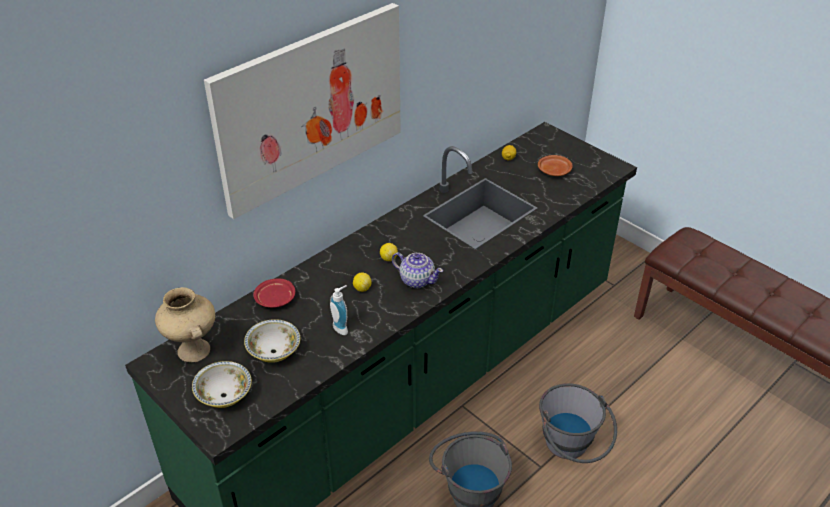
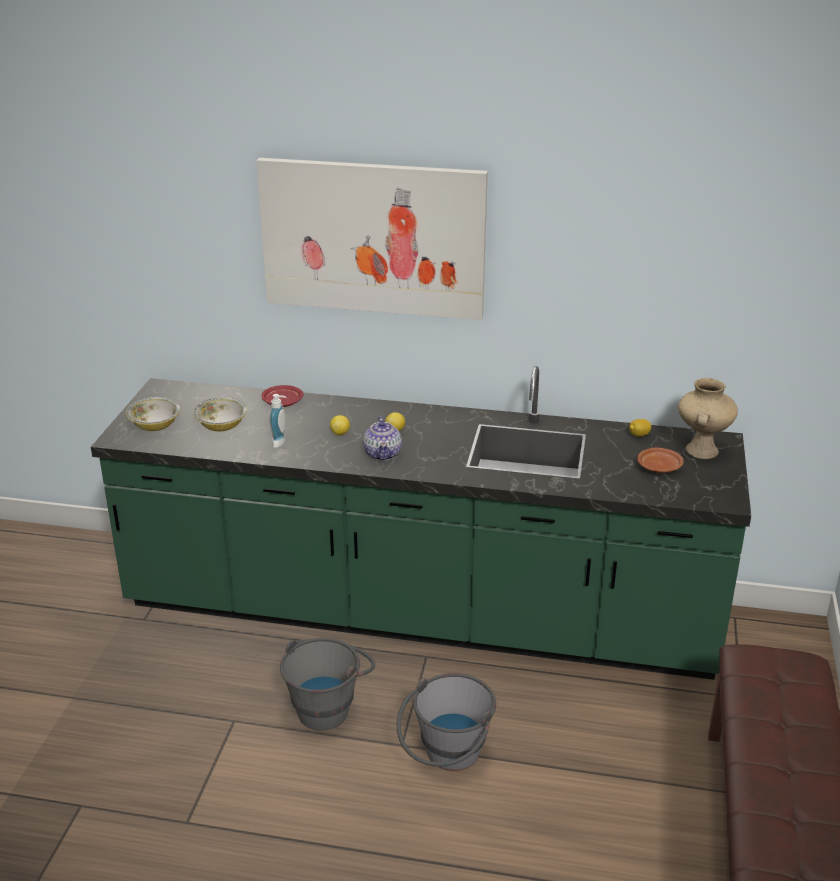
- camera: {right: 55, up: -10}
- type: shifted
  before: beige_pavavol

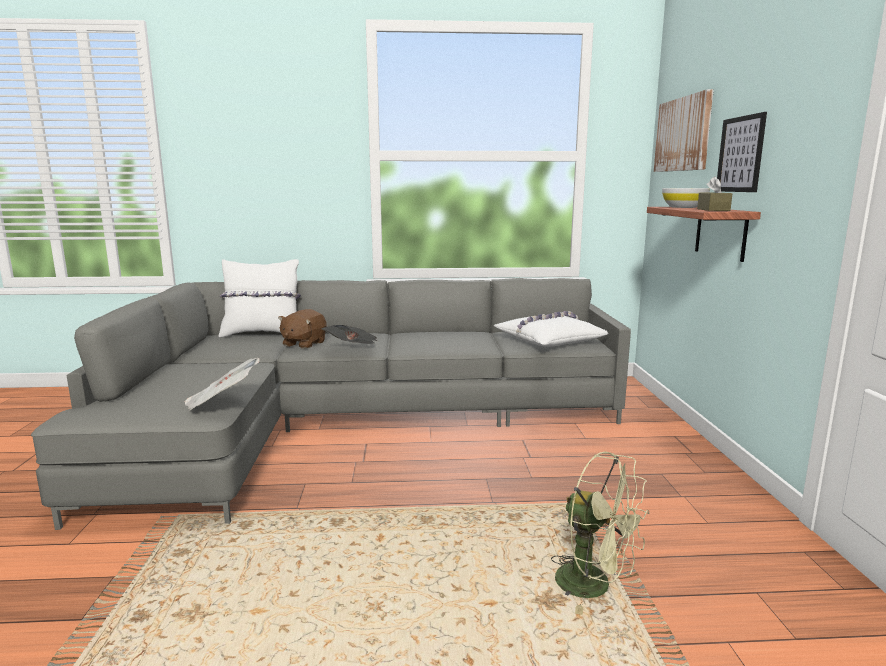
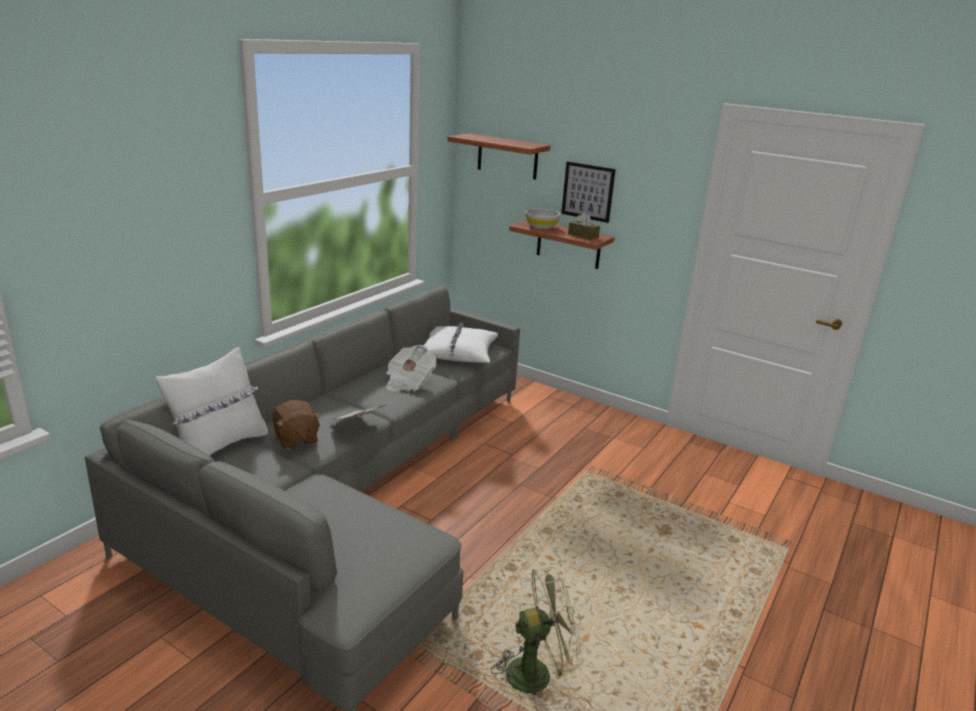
- camera: {right: -55, up: 10}
- type: shifted
  before: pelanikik (no. 1 from left in the first image)
  after: pelanikik (no. 2 from left)
- type: shifted
  before: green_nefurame
- type: swapped
  before: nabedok (no. 1 from left)
  after: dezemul (no. 1 from left)

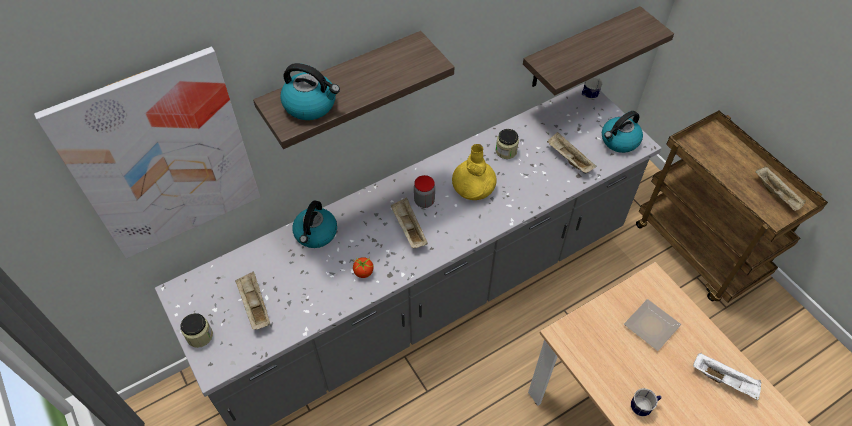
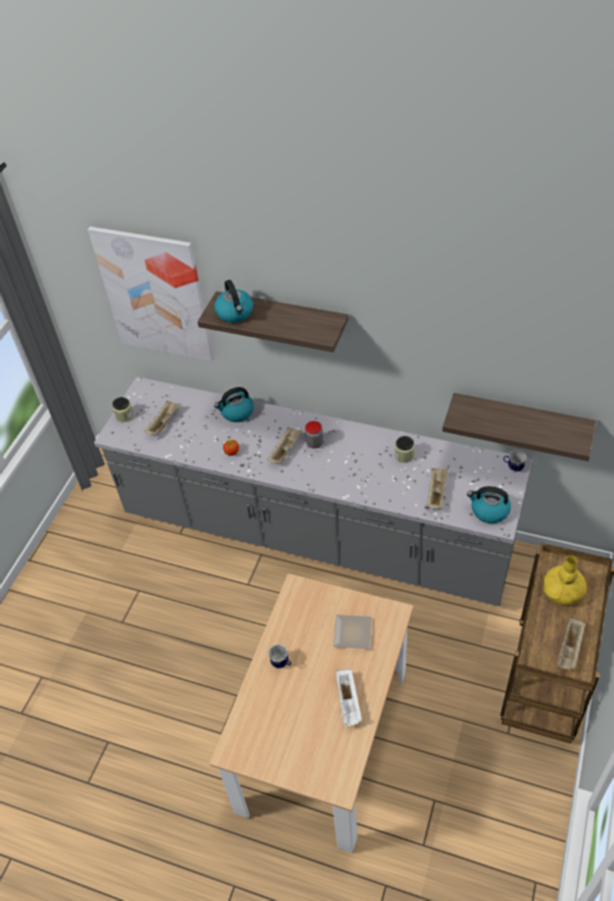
- camera: {right: 55, up: -5}
- type: shifted
  before: yellow_pavavol

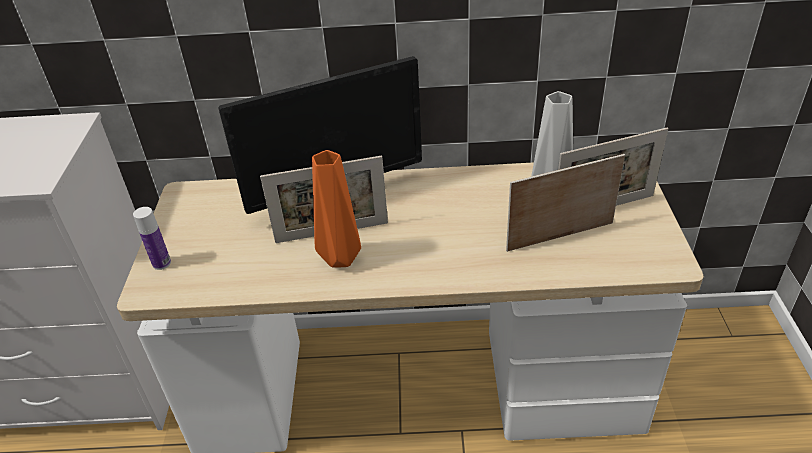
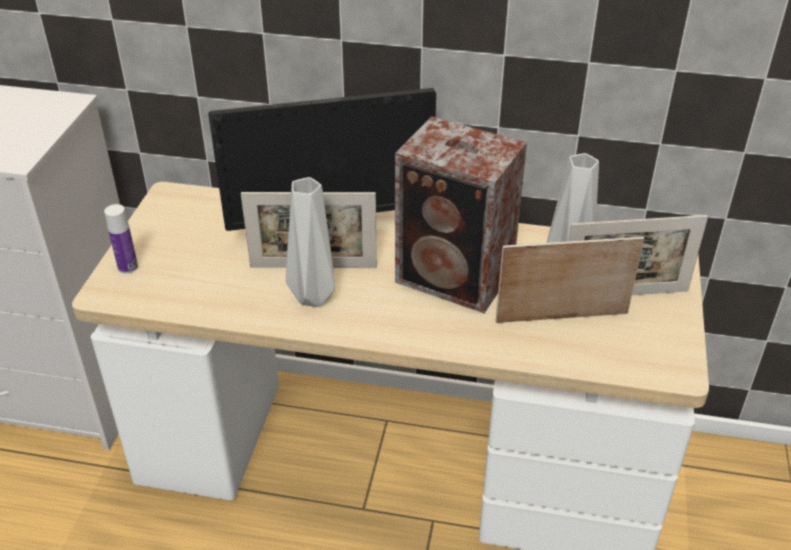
- camera: {right: 10, up: 0}
- type: repainted
  before: orange_pavavol
  after: grey_pavavol (no. 1 from left)
- type: new
  after: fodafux

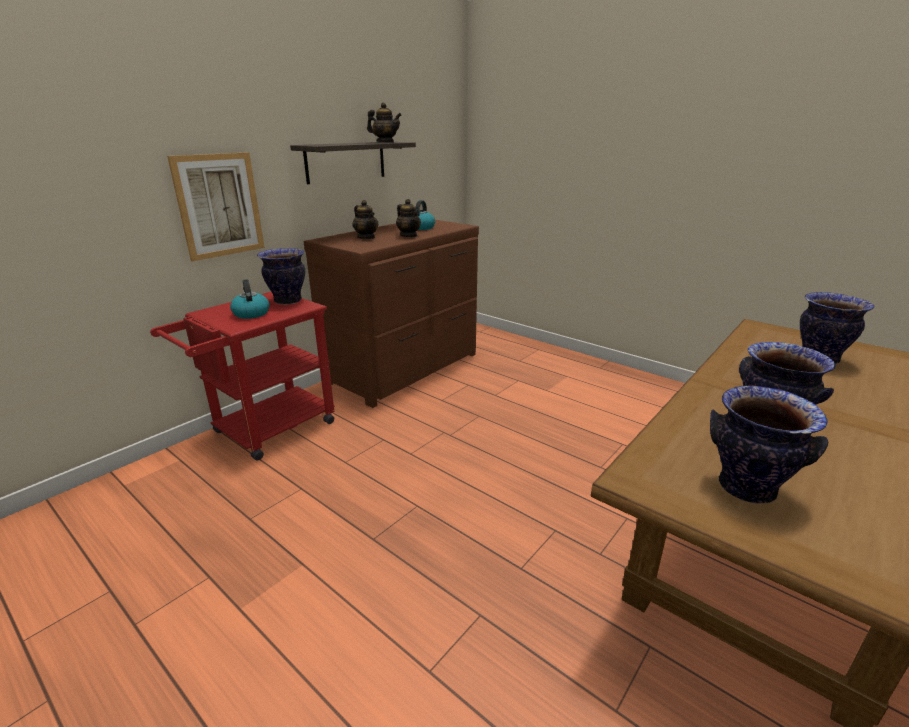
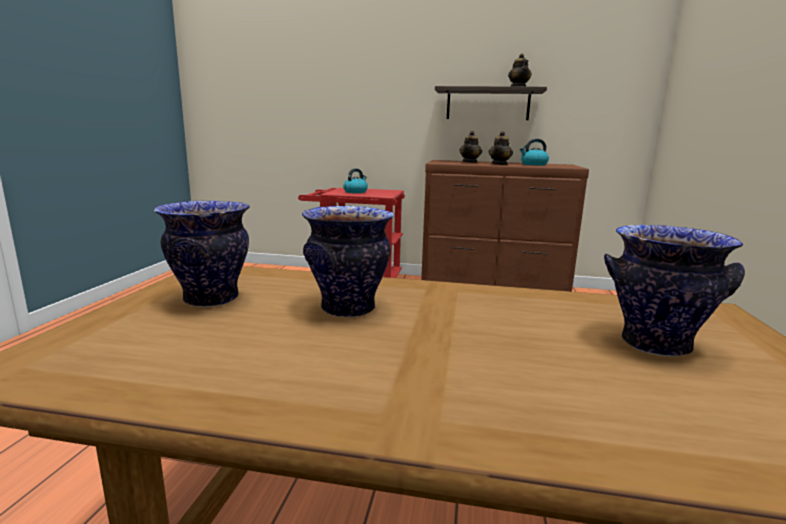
- camera: {right: 60, up: -10}
- type: gone
  before: nabedok
- type: gone
  before: pavavol (no. 1 from left)

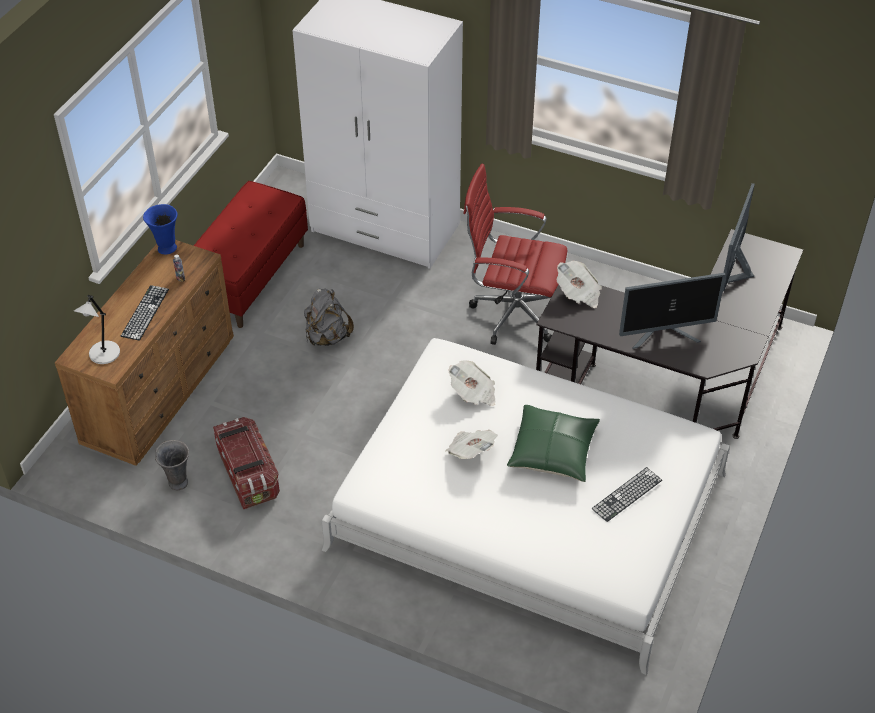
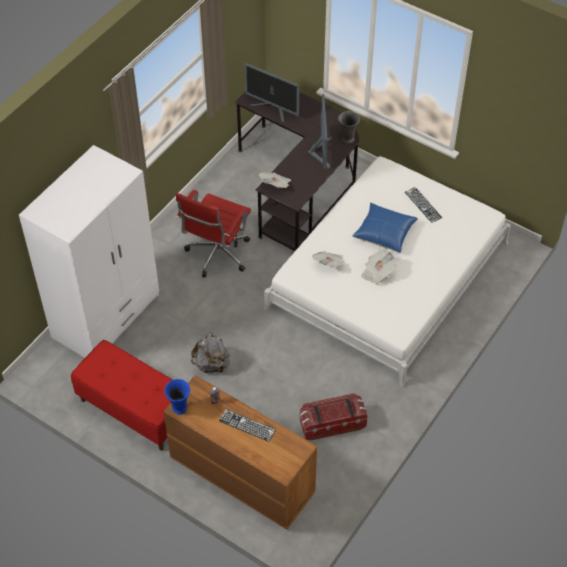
- camera: {right: -80, up: 5}
- type: gone
  before: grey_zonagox
- type: shifted
  before: grey_pavavol
- type: repainted
  before: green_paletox
  after: blue_paletox

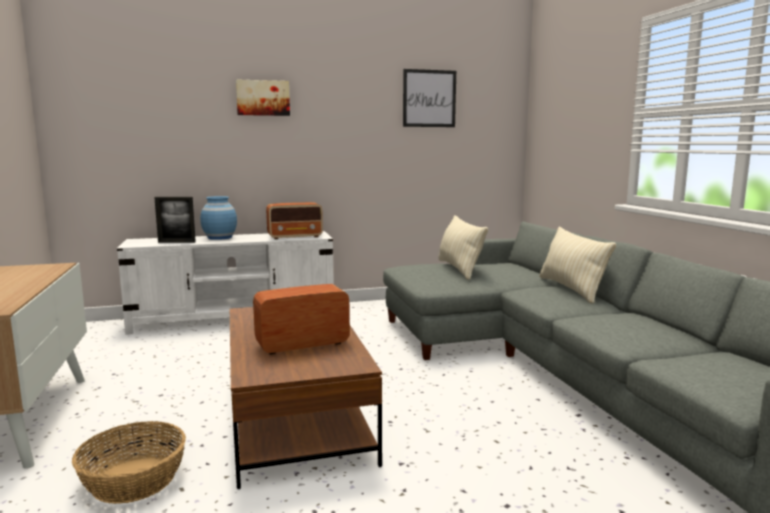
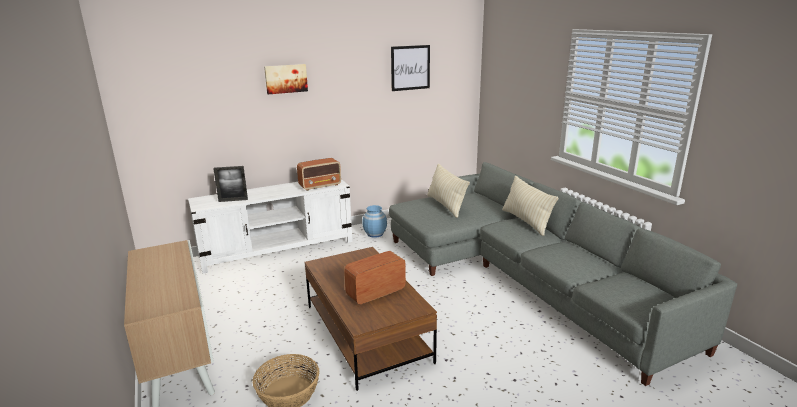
- camera: {right: -10, up: 10}
- type: shifted
  before: blue_pavavol

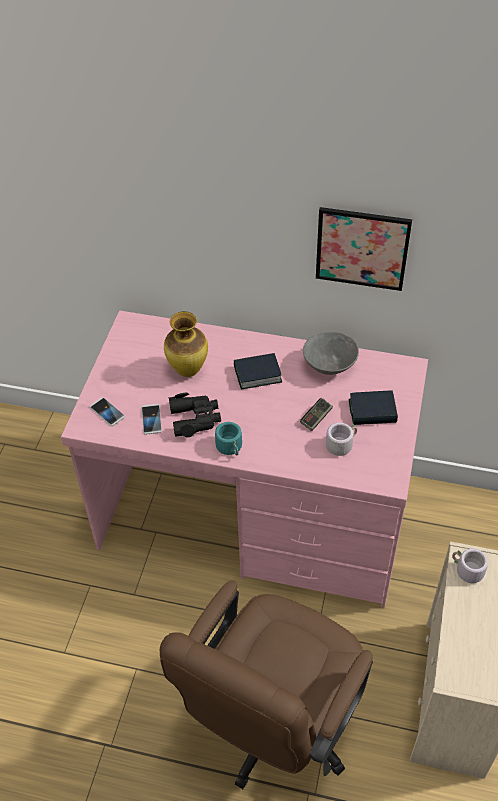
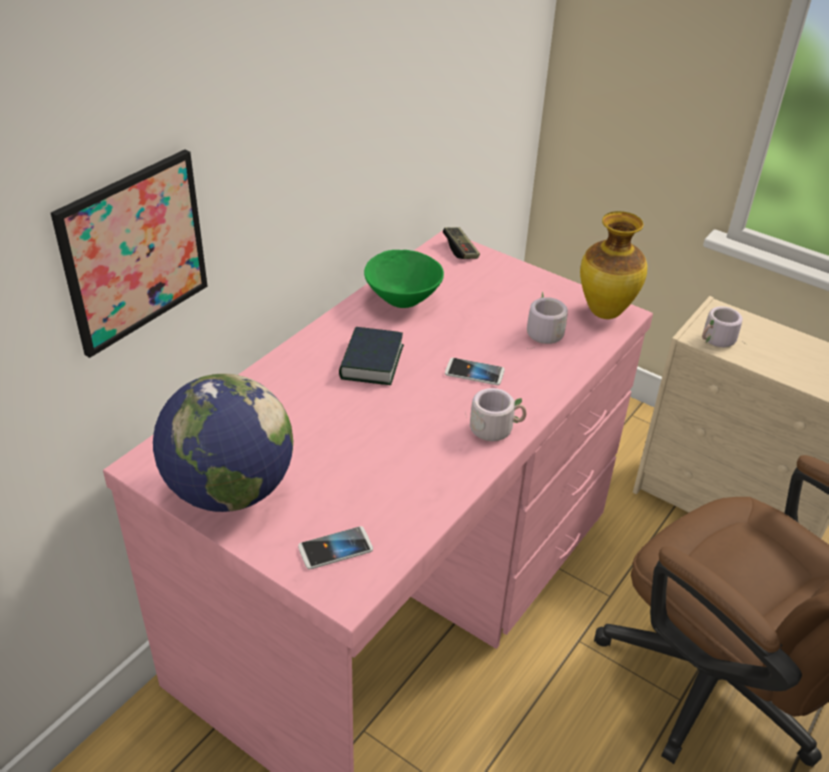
- camera: {right: -70, up: -10}
- type: shifted
  before: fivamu (no. 2 from left)
- type: shifted
  before: pavavol
- type: gone
  before: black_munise
- type: repainted
  before: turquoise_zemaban
  after: grey_zemaban (no. 1 from left)
- type: shifted
  before: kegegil
- type: repainted
  before: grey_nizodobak
  after: green_nizodobak
- type: shifted
  before: nabedok
- type: gone
  before: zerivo (no. 2 from left)
- type: new
  after: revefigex

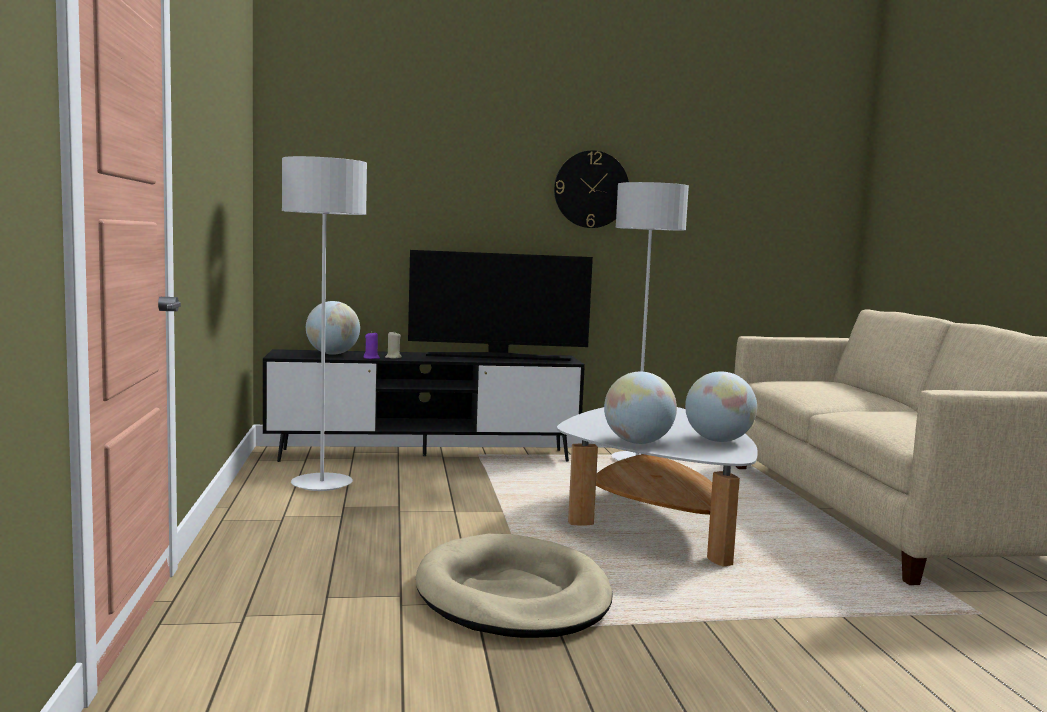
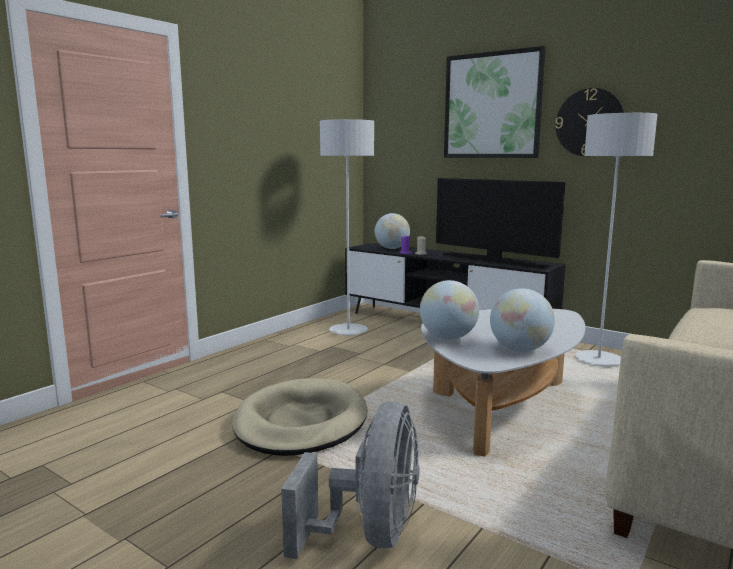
- camera: {right: 45, up: 5}
- type: new
  after: grey_nefurame
- type: new
  after: nabedok

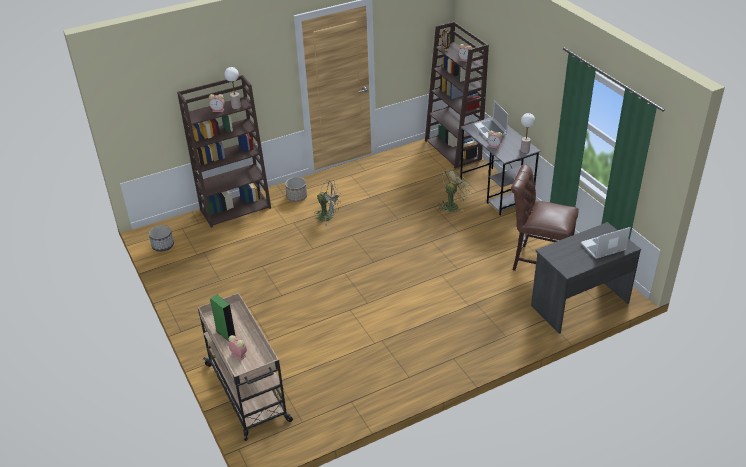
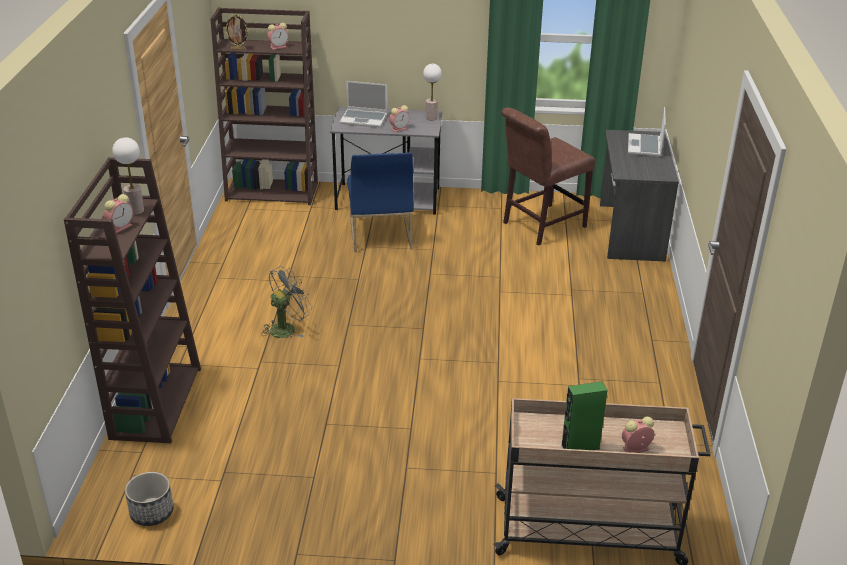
- camera: {right: -60, up: -5}
- type: gone
  before: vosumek (no. 2 from left)
- type: swapped
  before: green_nefurame
  after: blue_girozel

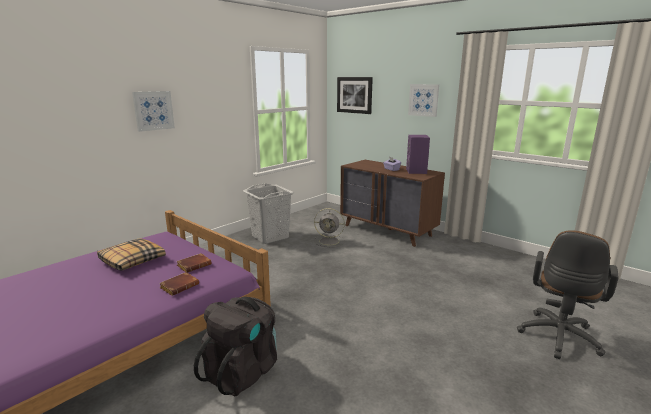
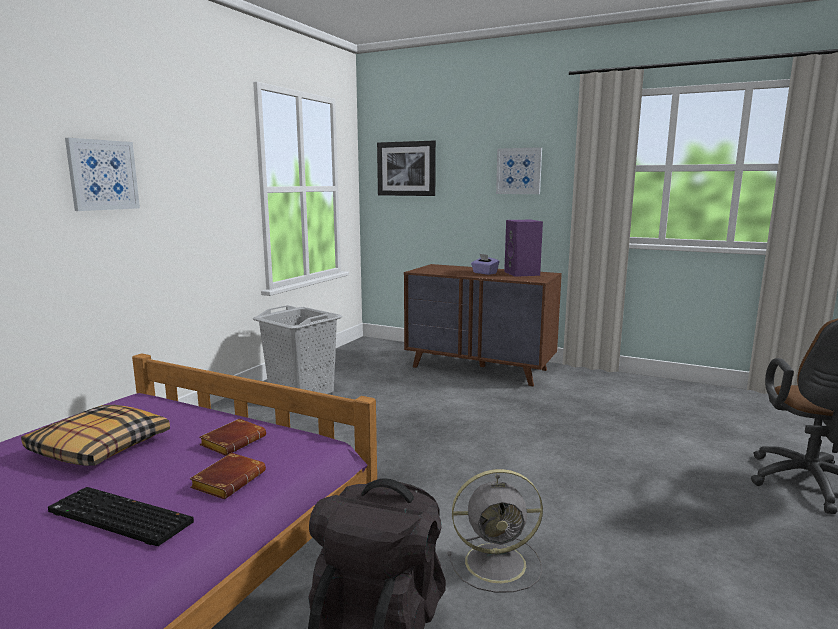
- camera: {right: -15, up: -5}
- type: shifted
  before: grey_nefurame
- type: new
  after: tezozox

